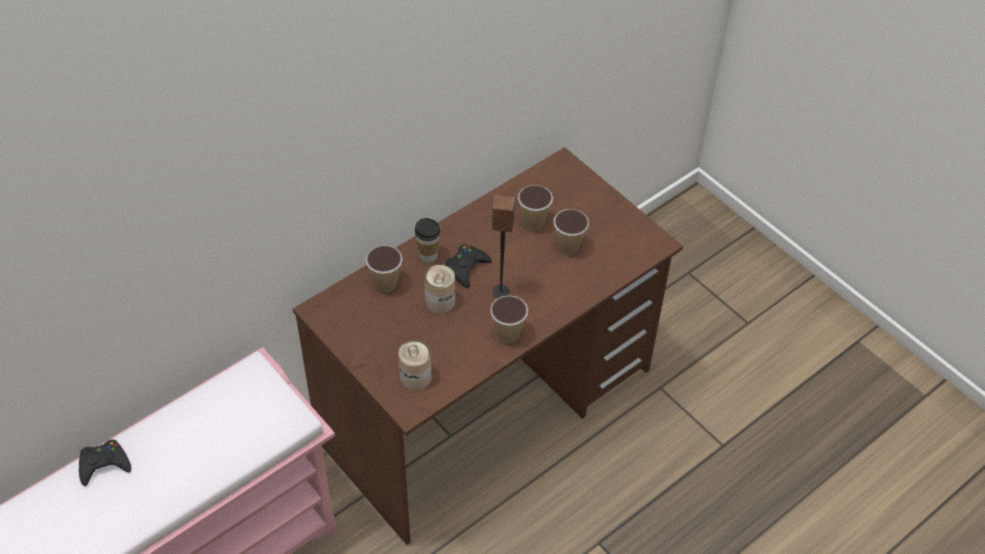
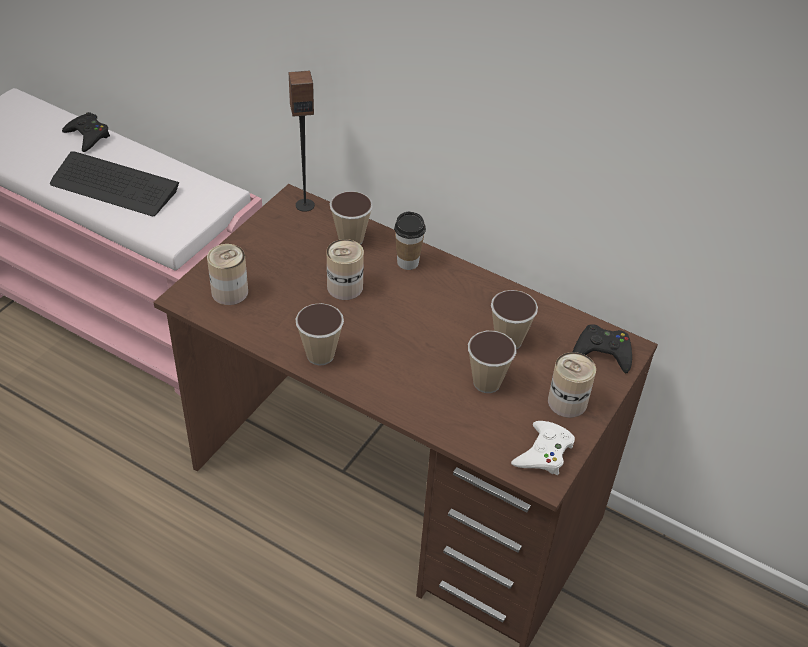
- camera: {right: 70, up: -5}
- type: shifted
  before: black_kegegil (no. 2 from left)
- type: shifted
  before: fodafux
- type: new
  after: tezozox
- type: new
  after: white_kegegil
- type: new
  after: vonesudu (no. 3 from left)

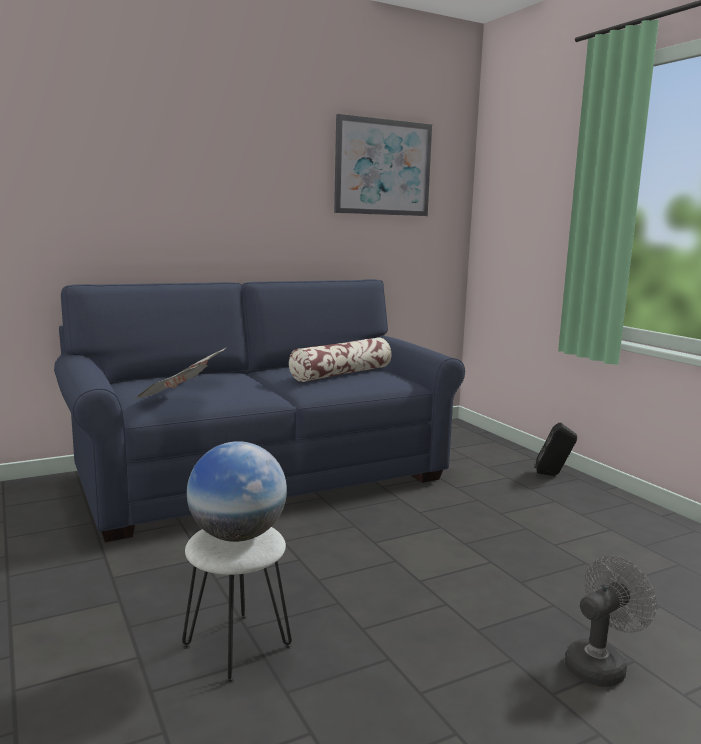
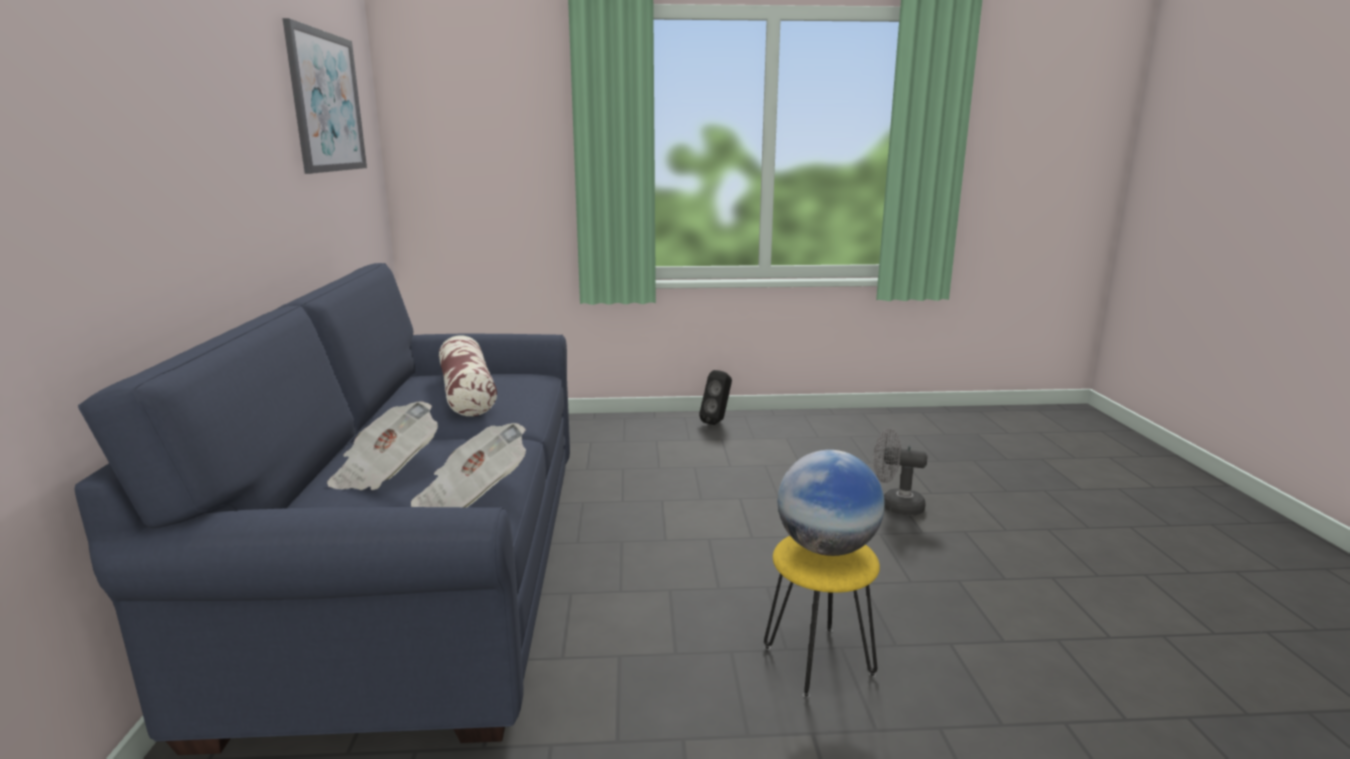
- camera: {right: -65, up: 5}
- type: repainted
  before: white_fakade
  after: yellow_fakade
- type: shifted
  before: black_fodafux
- type: rotated
  before: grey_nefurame
  turn: -60

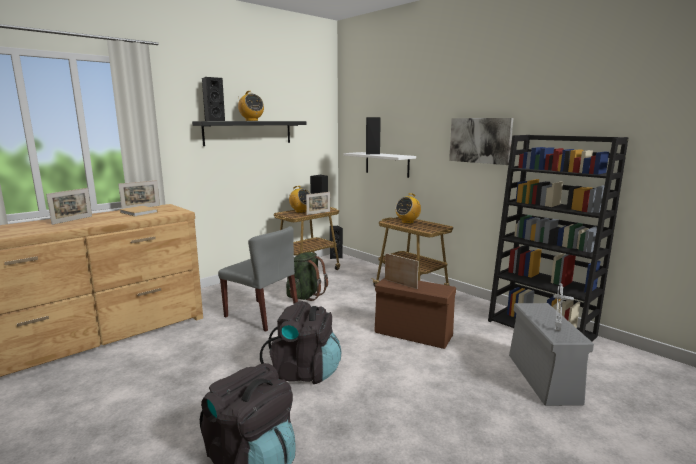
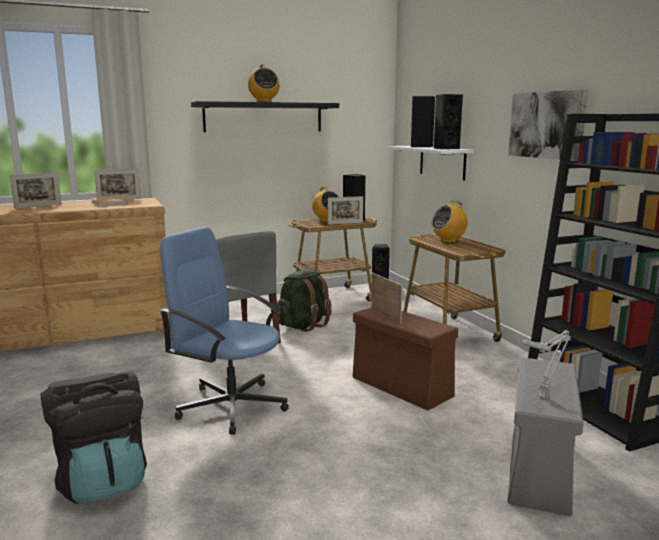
- camera: {right: 20, up: 0}
- type: shifted
  before: black_fodafux (no. 1 from left in the first image)
  after: black_fodafux (no. 4 from left)
- type: swapped
  before: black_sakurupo (no. 2 from left)
  after: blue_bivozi

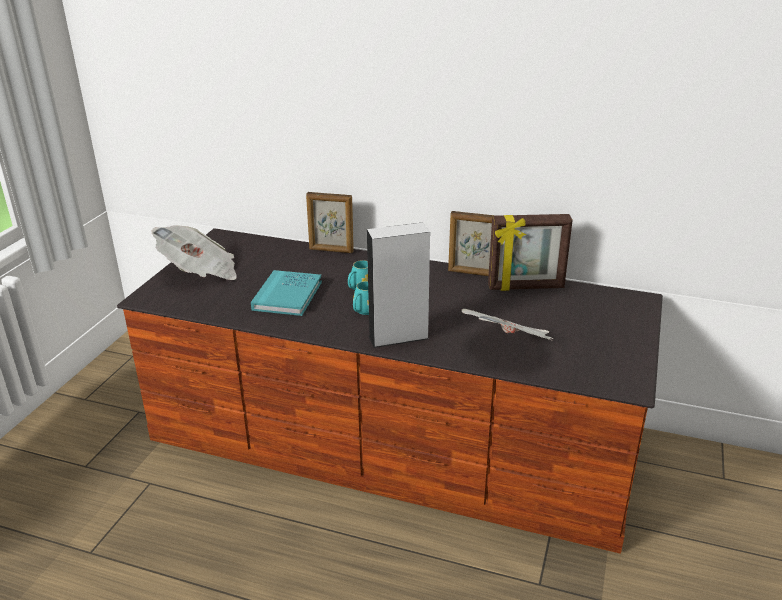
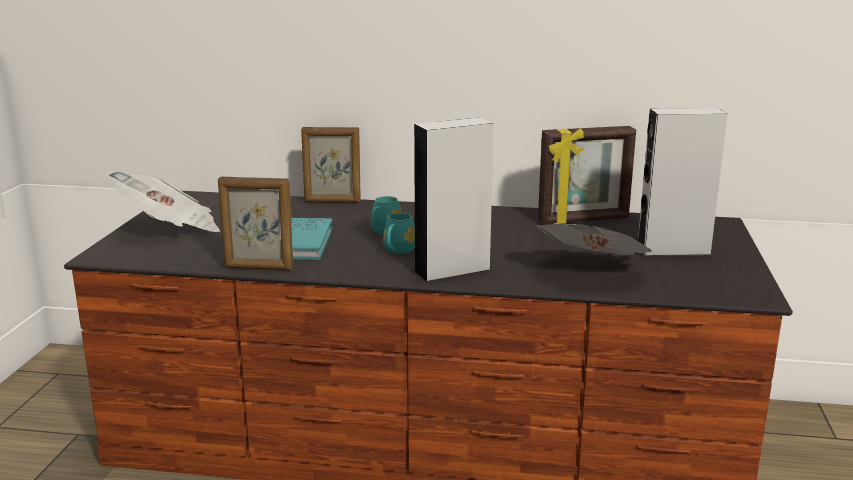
- camera: {right: -10, up: -10}
- type: shifted
  before: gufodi (no. 2 from left in the first image)
  after: gufodi (no. 1 from left)
- type: new
  after: grey_fodafux (no. 2 from left)

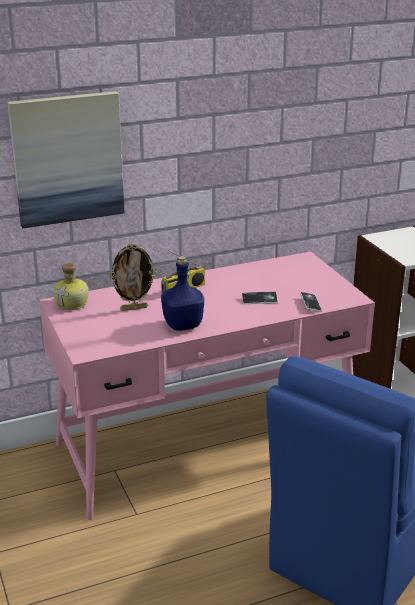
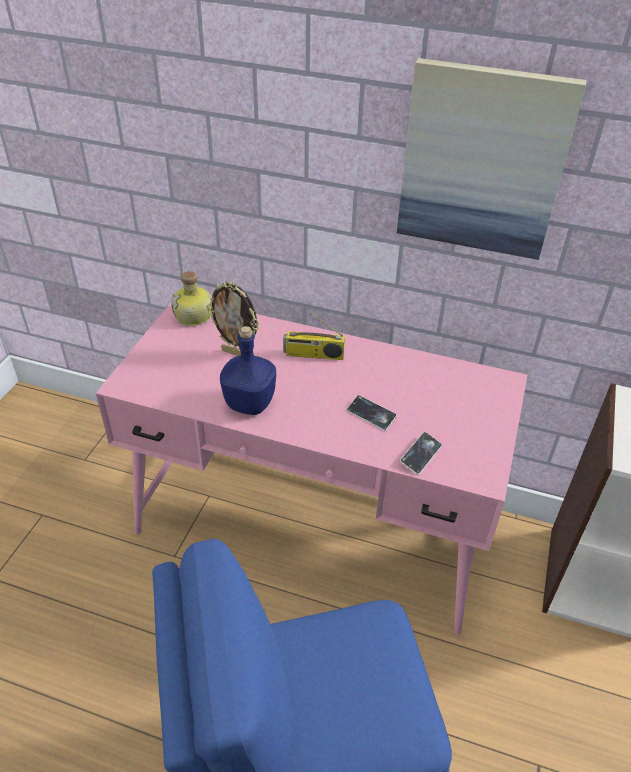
- camera: {right: 40, up: 15}
- type: shifted
  before: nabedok

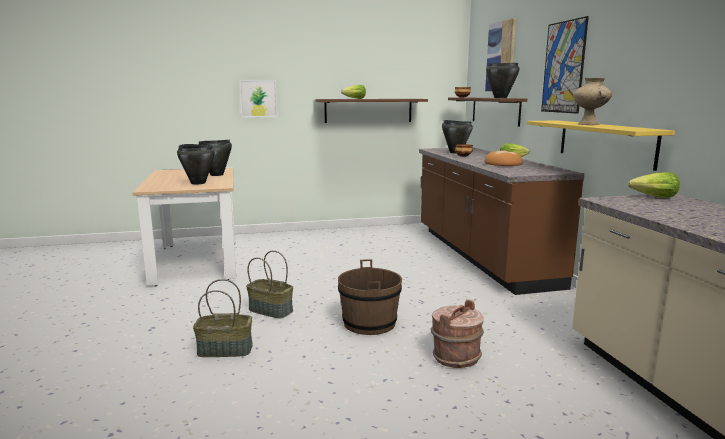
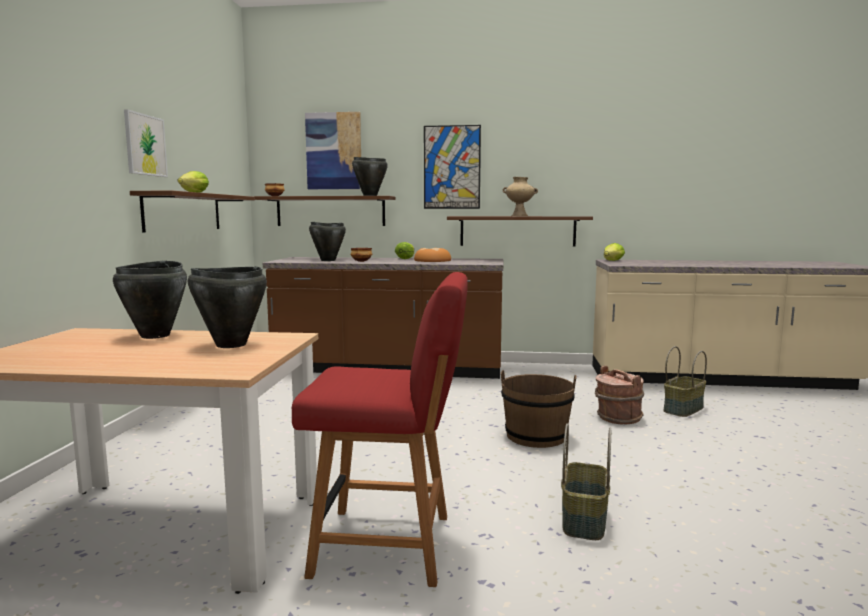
- camera: {right: -70, up: -5}
- type: shifted
  before: nabedok (no. 1 from left)
- type: shifted
  before: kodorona (no. 2 from left)
- type: repainted
  before: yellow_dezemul
  after: brown_dezemul (no. 3 from left)
- type: new
  after: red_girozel

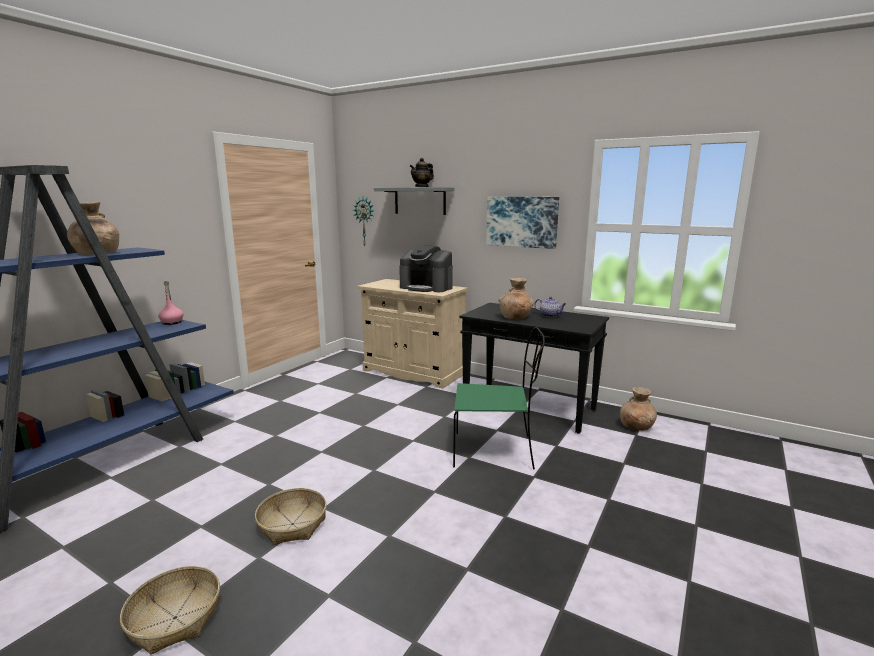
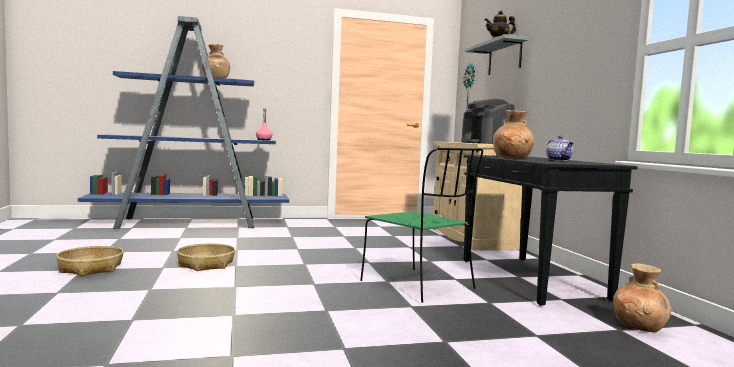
- camera: {right: 45, up: -10}
- type: gone
  before: nabedok

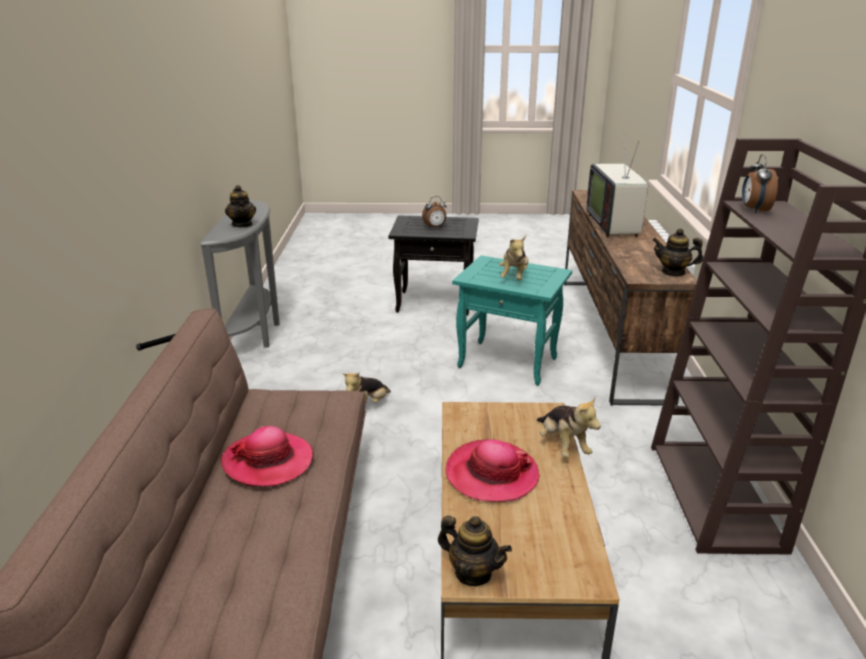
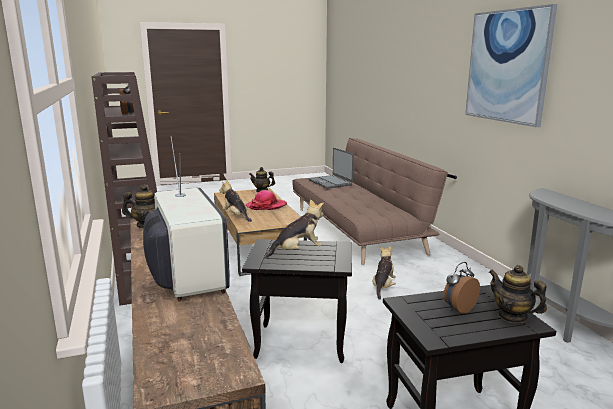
- camera: {right: 160, up: -10}
- type: gone
  before: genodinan (no. 1 from left)
- type: shifted
  before: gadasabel (no. 1 from left in the first image)
  after: gadasabel (no. 3 from left)
- type: repainted
  before: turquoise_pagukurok
  after: black_pagukurok (no. 1 from left)
- type: rotated
  before: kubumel (no. 2 from left)
  turn: 75
- type: new
  after: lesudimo
- type: new
  after: nabedok

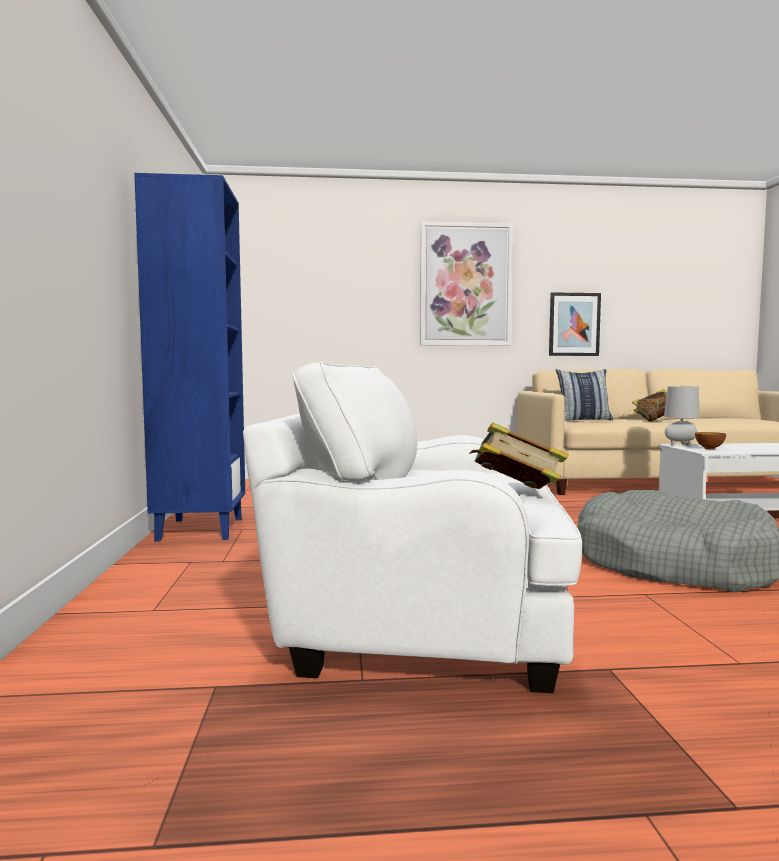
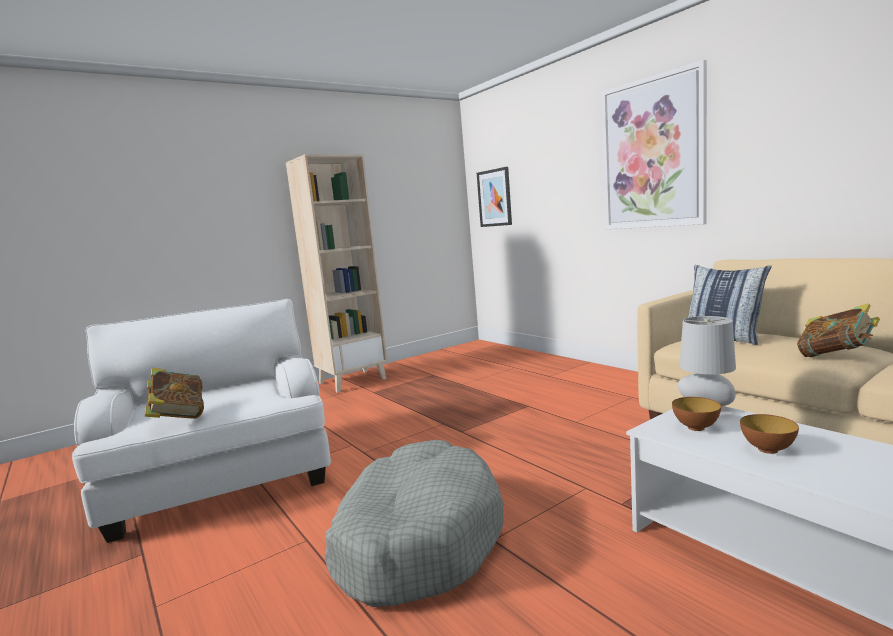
- camera: {right: 60, up: 5}
- type: repainted
  before: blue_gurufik
  after: beige_gurufik
- type: shifted
  before: nabedok (no. 2 from left in the first image)
  after: nabedok (no. 1 from left)
- type: new
  after: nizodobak (no. 2 from left)

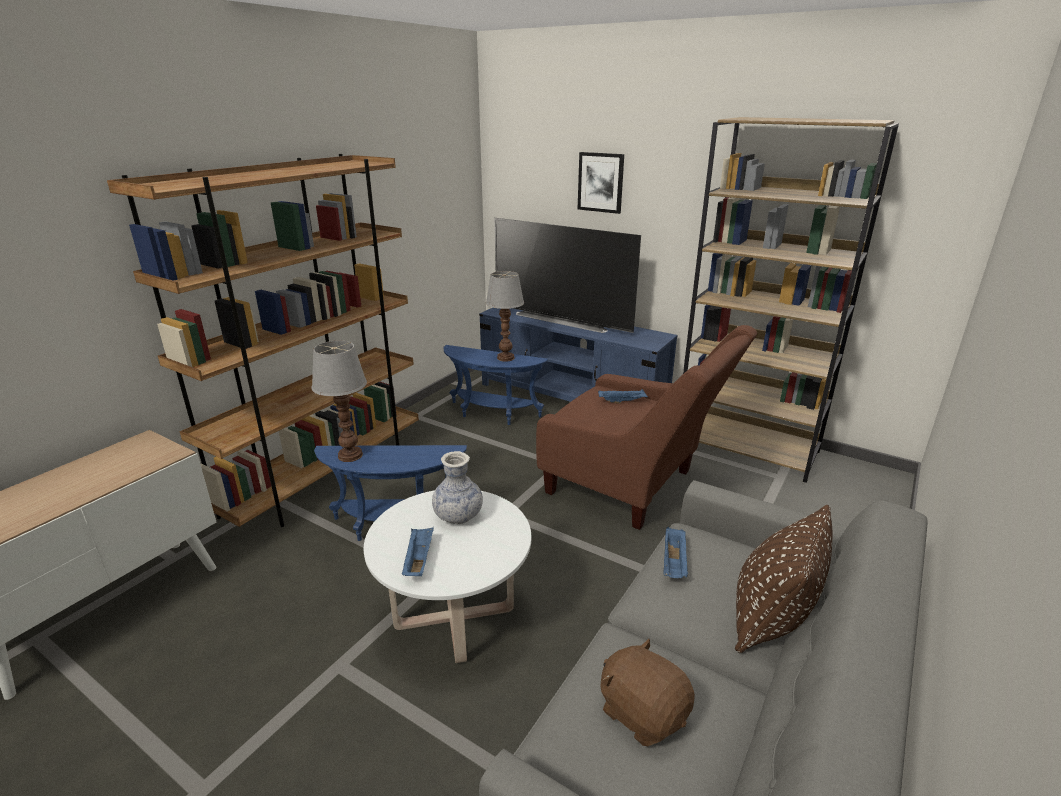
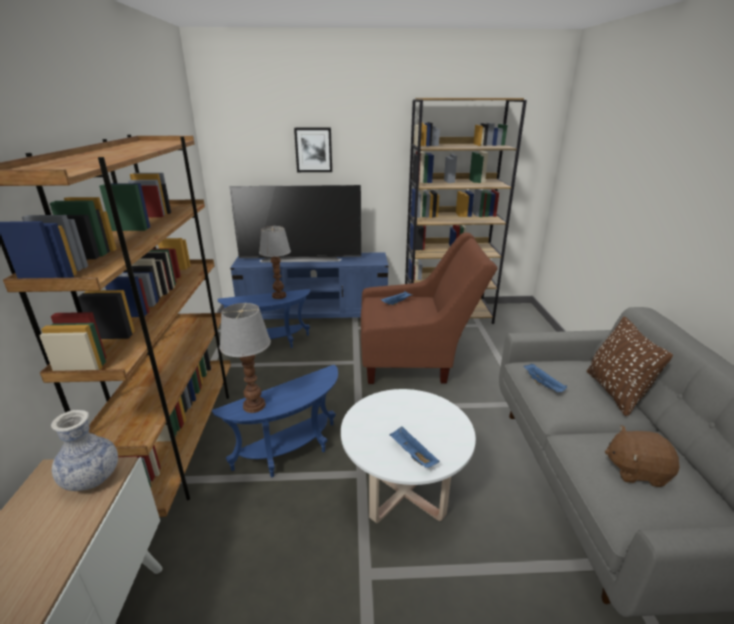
- camera: {right: -35, up: 0}
- type: shifted
  before: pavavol

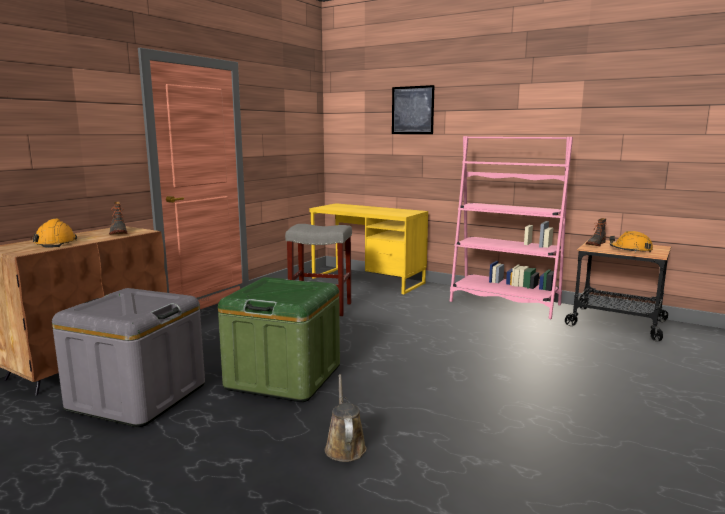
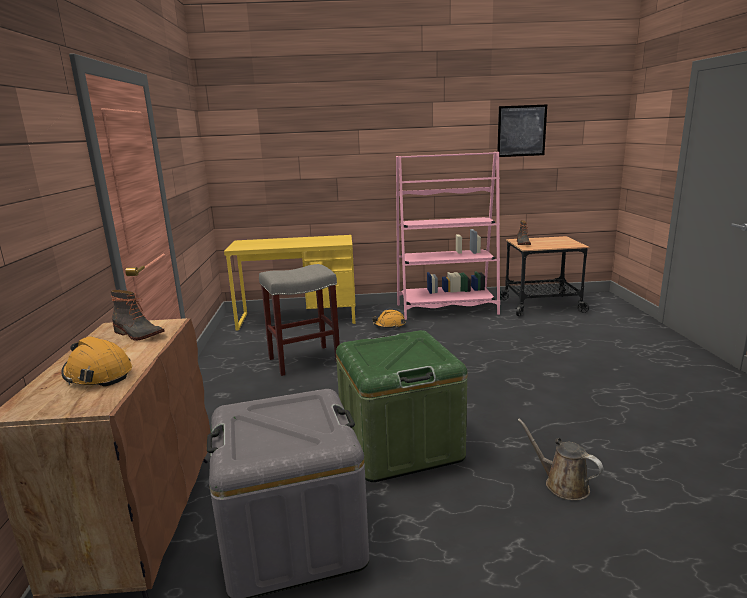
- camera: {right: -35, up: 5}
- type: shifted
  before: nabedok
- type: shifted
  before: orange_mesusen (no. 2 from left)

